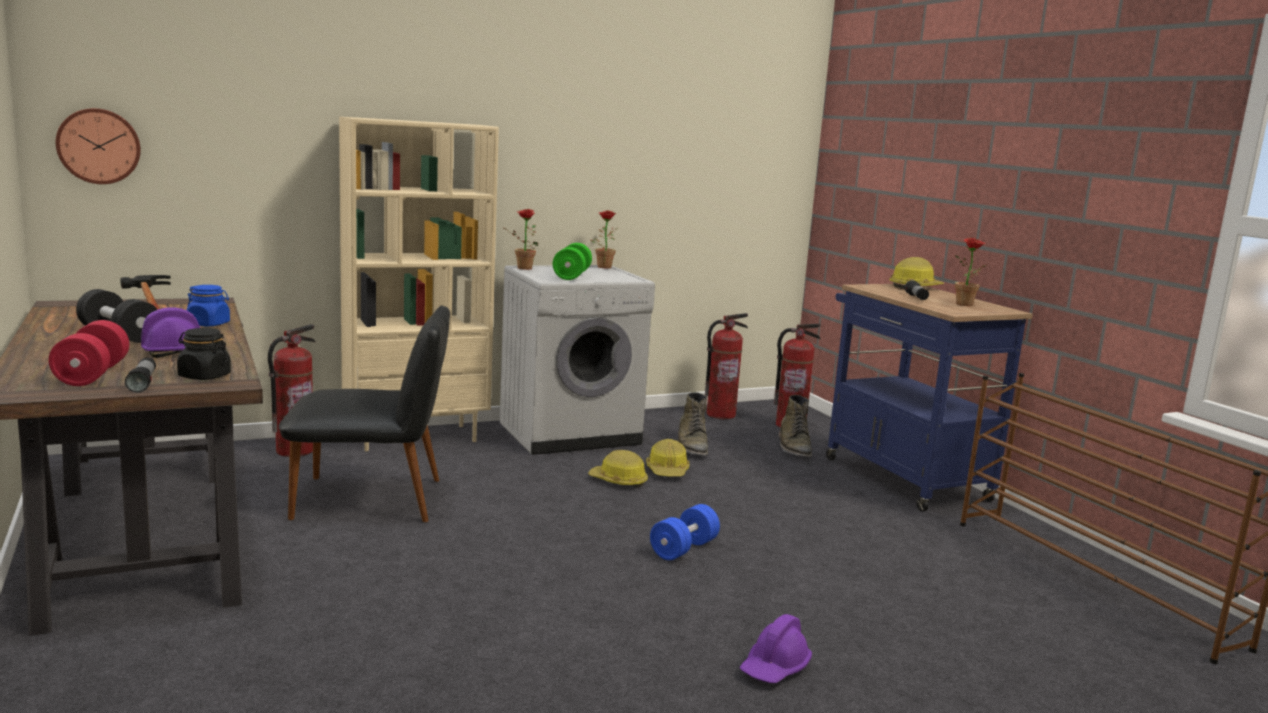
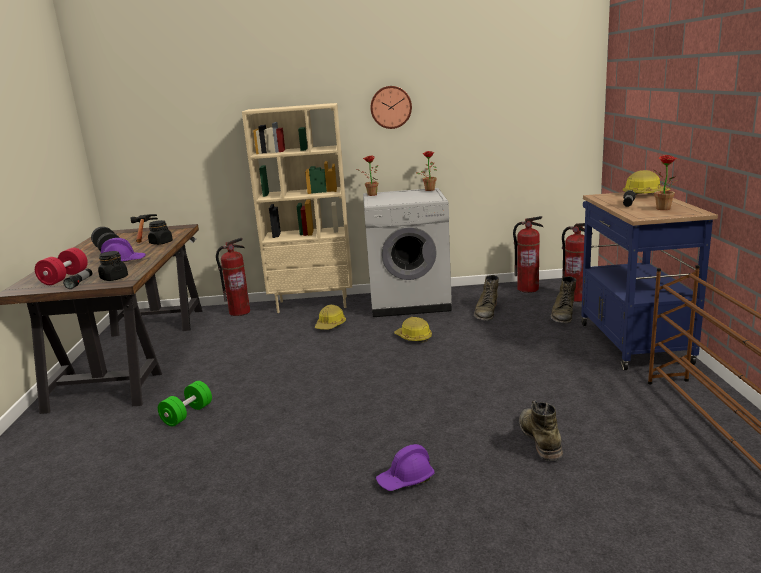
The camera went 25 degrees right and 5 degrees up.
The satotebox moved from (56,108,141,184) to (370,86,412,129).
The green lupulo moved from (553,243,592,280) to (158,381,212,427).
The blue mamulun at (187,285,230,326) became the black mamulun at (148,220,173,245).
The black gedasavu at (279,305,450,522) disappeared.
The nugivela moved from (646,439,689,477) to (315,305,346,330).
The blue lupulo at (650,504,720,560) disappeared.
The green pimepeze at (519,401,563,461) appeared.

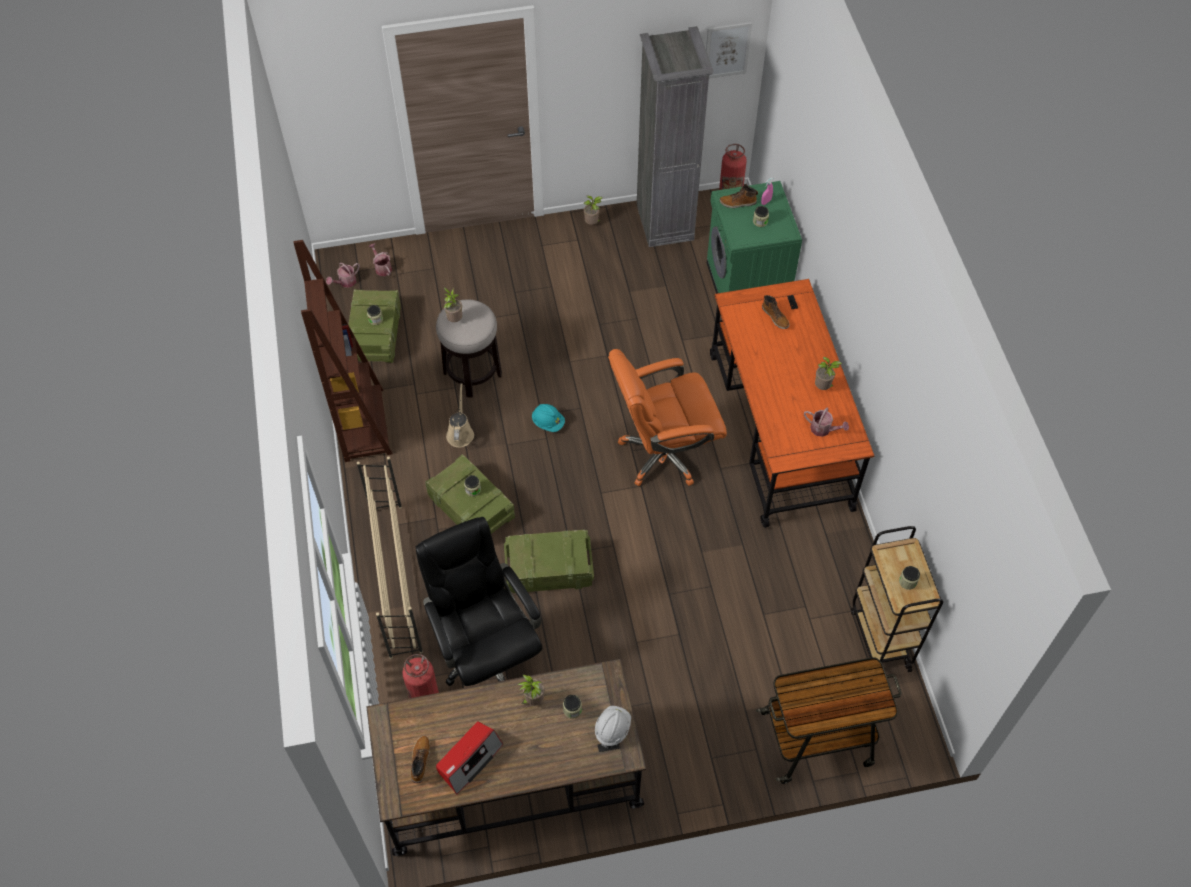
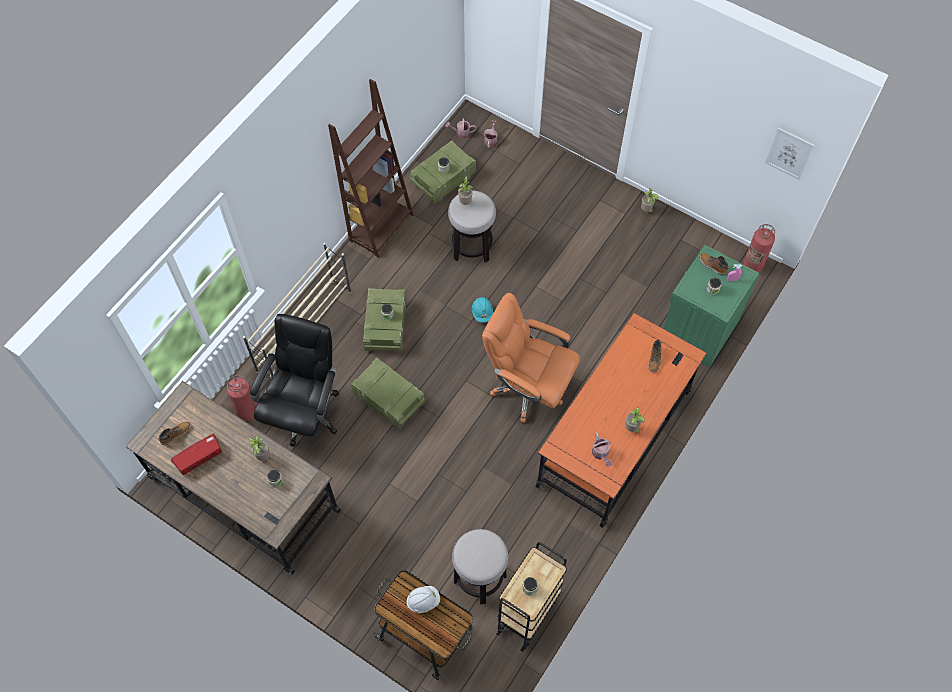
The camera went 45 degrees right and 5 degrees up.
The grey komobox at (637,26,713,247) disappeared.
The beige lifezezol at (446,383,474,448) disappeared.
The white nugivela moved from (595,706,631,748) to (407,586,440,613).
The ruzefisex at (436,722,503,795) turned 150 degrees clockwise.
The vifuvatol at (452,529,508,604) appeared.

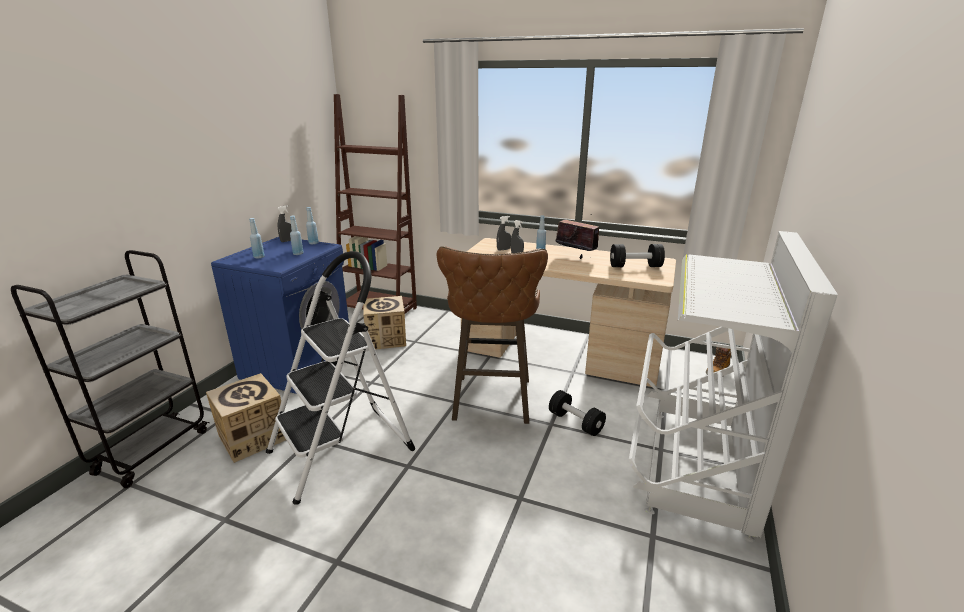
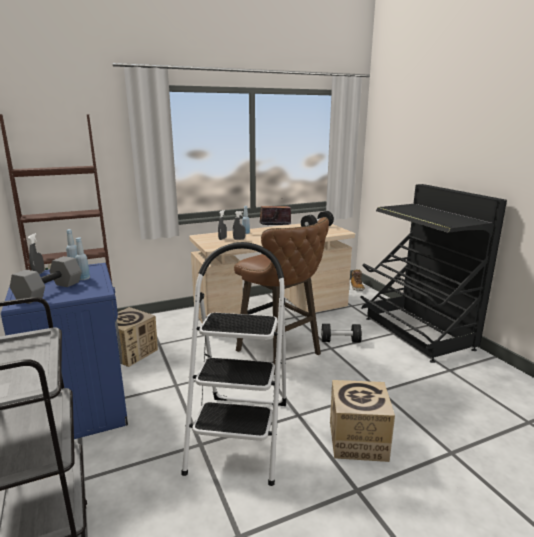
The camera went 45 degrees left and 5 degrees down.
The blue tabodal at (249,218,265,258) was replaced by the grey lupulo at (10,256,82,304).
The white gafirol at (629,231,837,542) became the black gafirol at (360,184,507,363).
The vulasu moved from (206,373,286,463) to (330,380,395,462).

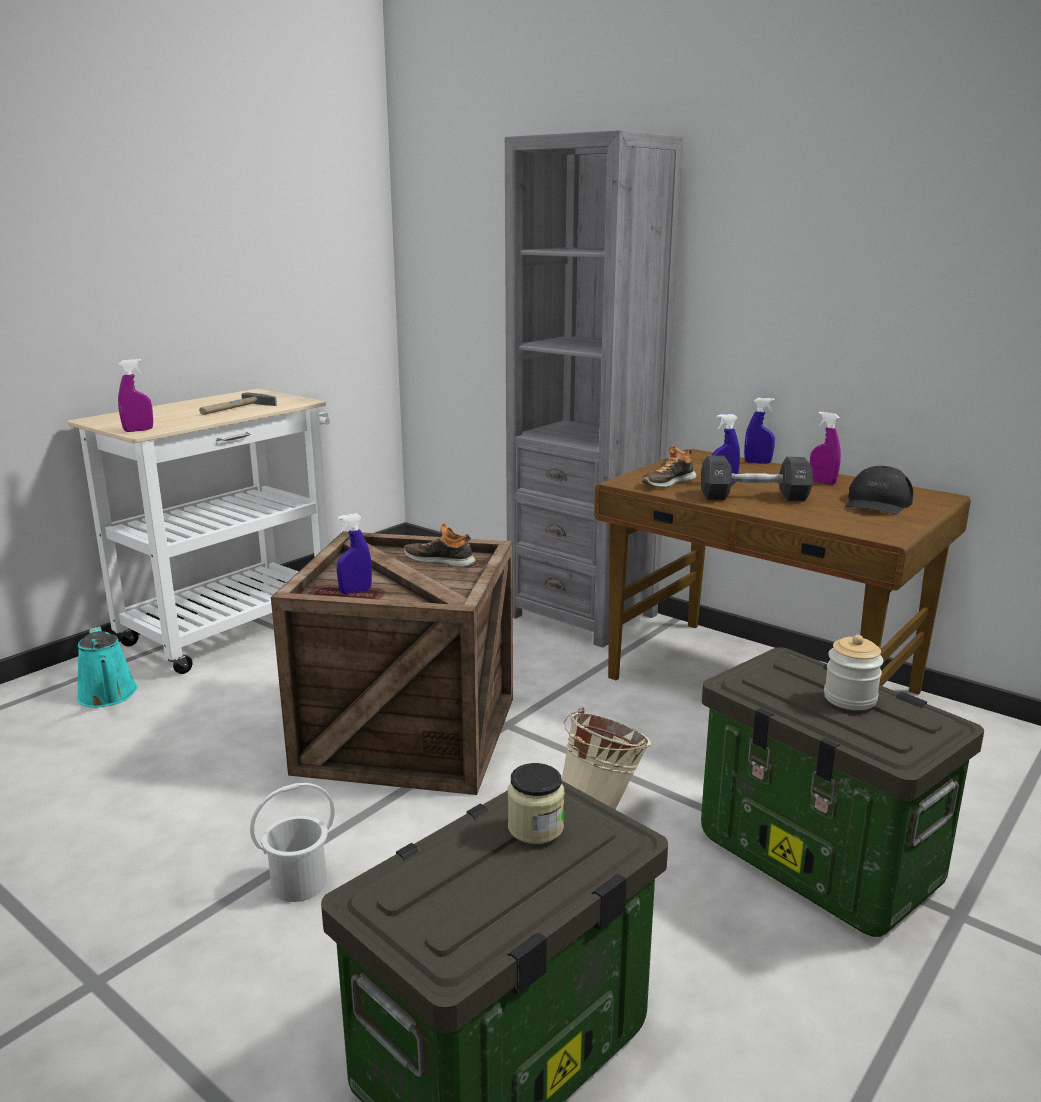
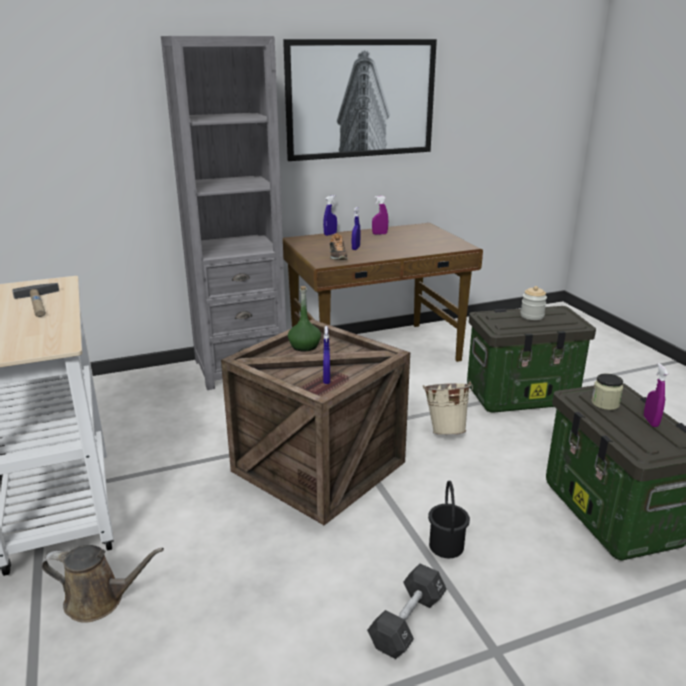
The camera went 60 degrees left and 5 degrees up.
The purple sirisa moved from (118,359,153,432) to (644,363,668,427).
The black lupulo moved from (701,456,813,501) to (367,564,447,659).
The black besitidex at (845,466,914,515) disappeared.
The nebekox at (404,523,476,568) was replaced by the green tabodal at (288,286,321,351).
The turquoise lifezezol at (77,626,138,707) became the brown lifezezol at (41,545,164,623).
The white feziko at (250,783,335,902) became the black feziko at (428,481,470,558).
The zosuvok at (283,39,437,161) appeared.

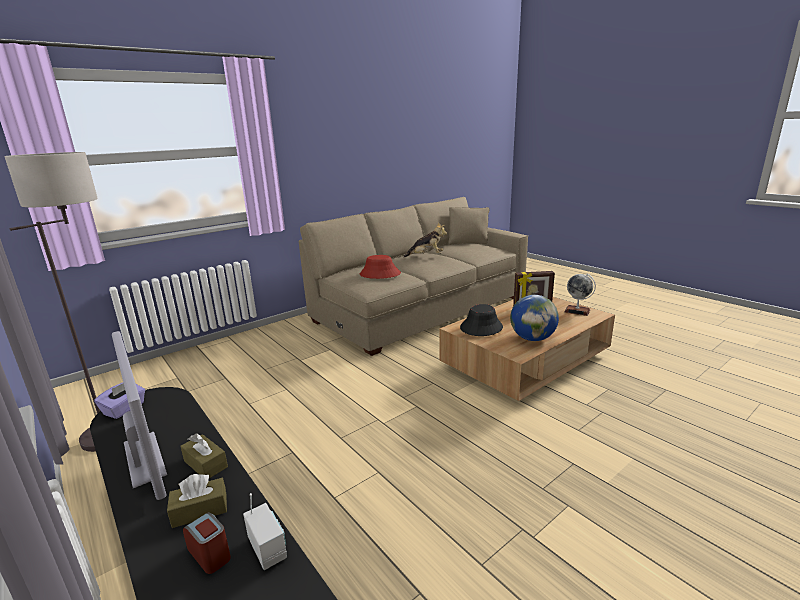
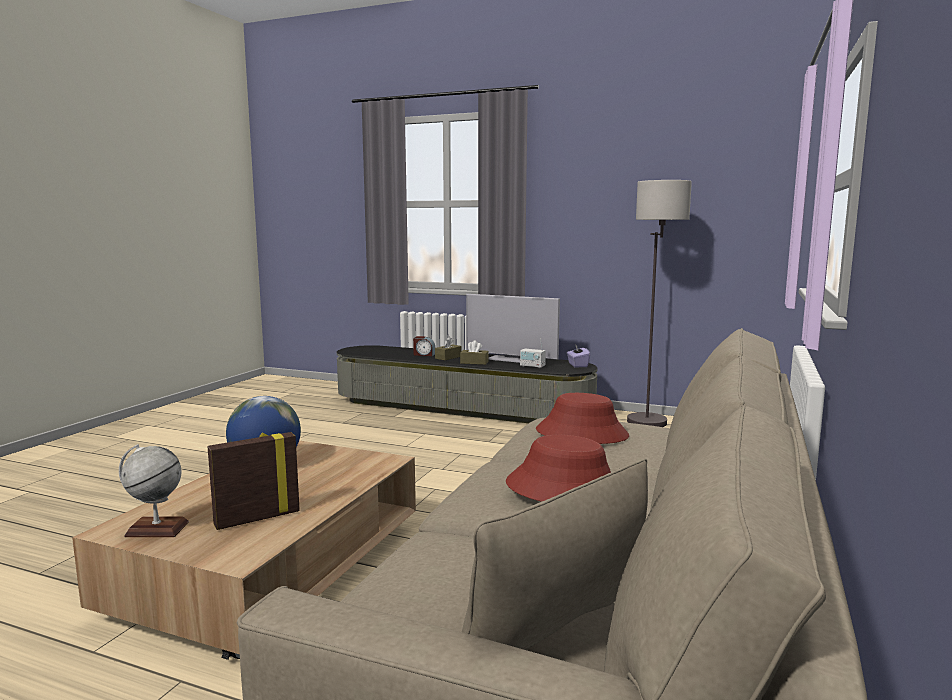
The camera went 150 degrees right and 10 degrees down.
The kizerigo at (404,222,447,257) was replaced by the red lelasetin at (506,435,611,502).
The black lelasetin at (460,304,503,336) disappeared.
The ruzefisex moved from (243,493,287,570) to (520,338,546,368).

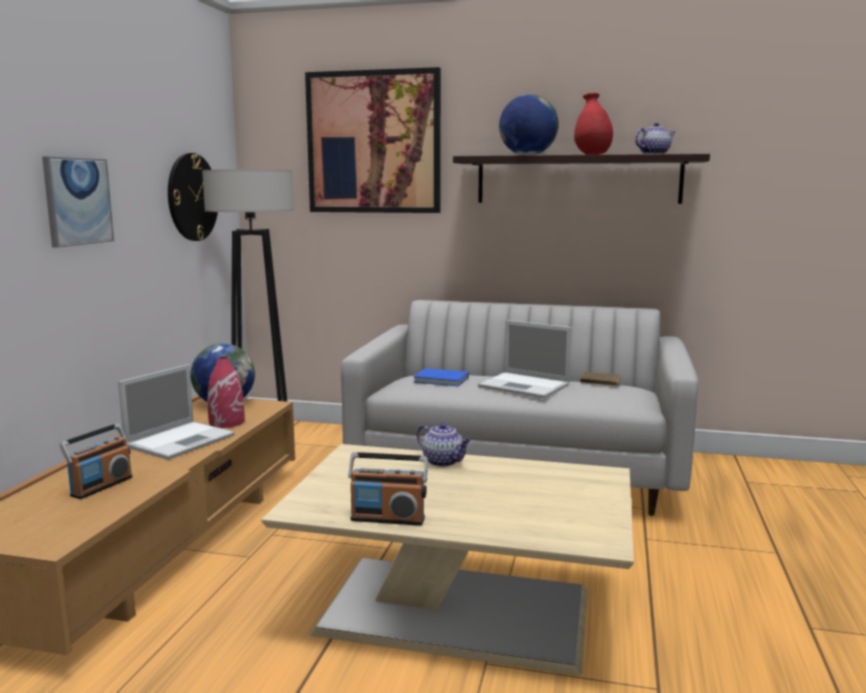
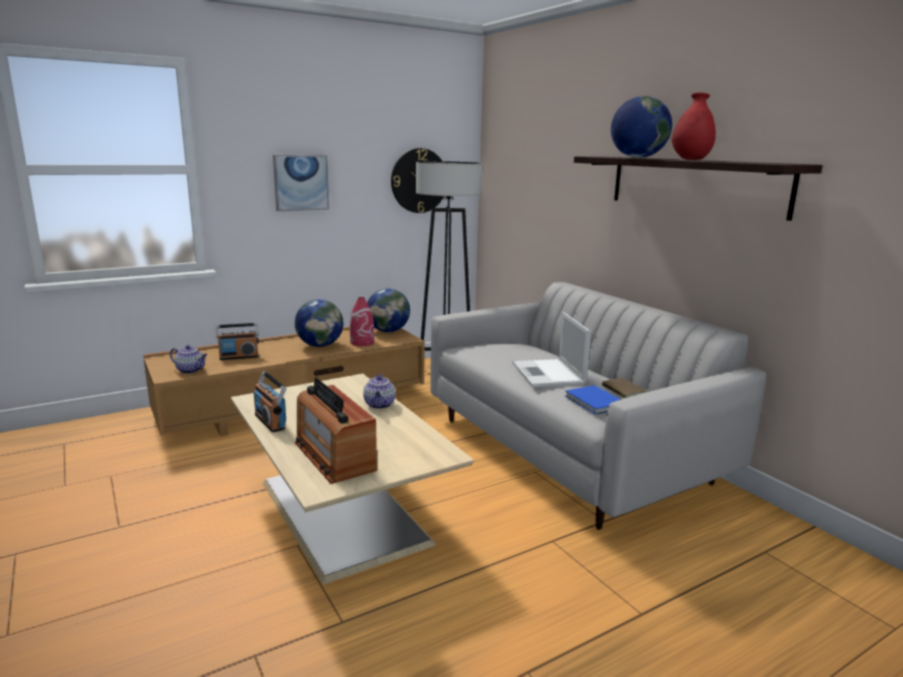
The camera went 45 degrees right and 5 degrees up.
The zosuvok at (305,67,441,213) disappeared.
The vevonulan moved from (635,123,675,154) to (170,345,208,374).
The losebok at (118,364,235,460) was replaced by the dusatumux at (295,299,343,347).
The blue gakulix moved from (413,368,469,386) to (565,385,621,415).
The ruzefisex at (295,378,377,484) appeared.

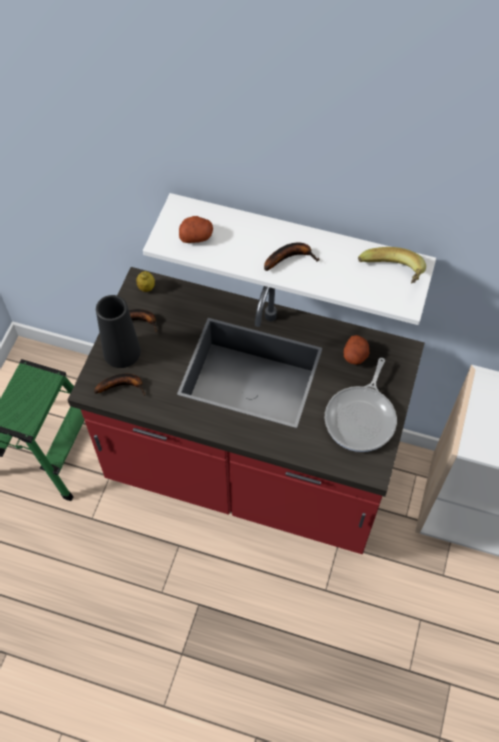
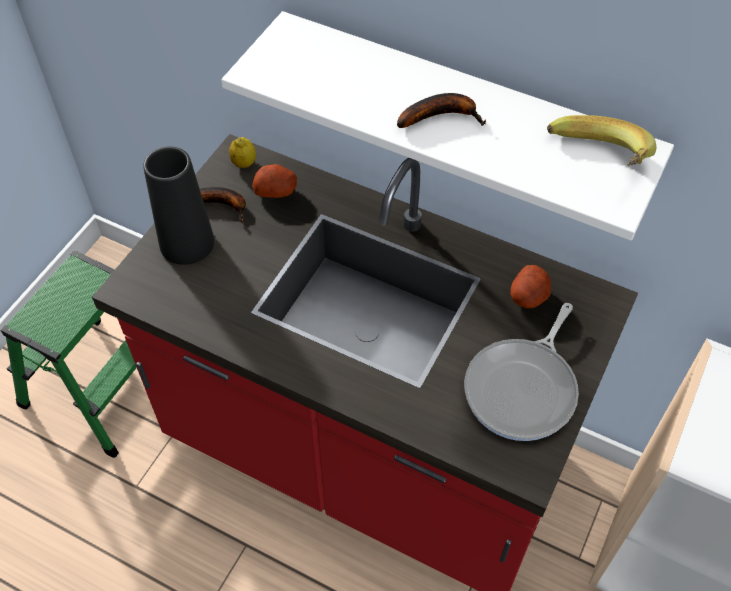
The camera went 10 degrees right and 5 degrees down.
The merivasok moved from (179,216,213,243) to (252,164,297,198).
The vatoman at (94,374,146,395) disappeared.

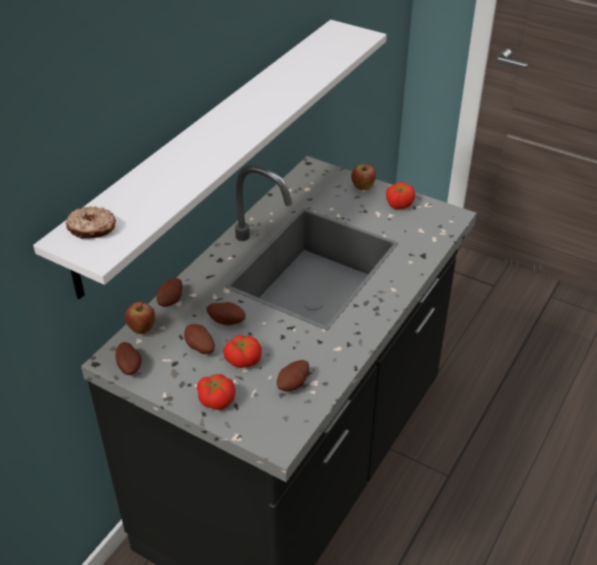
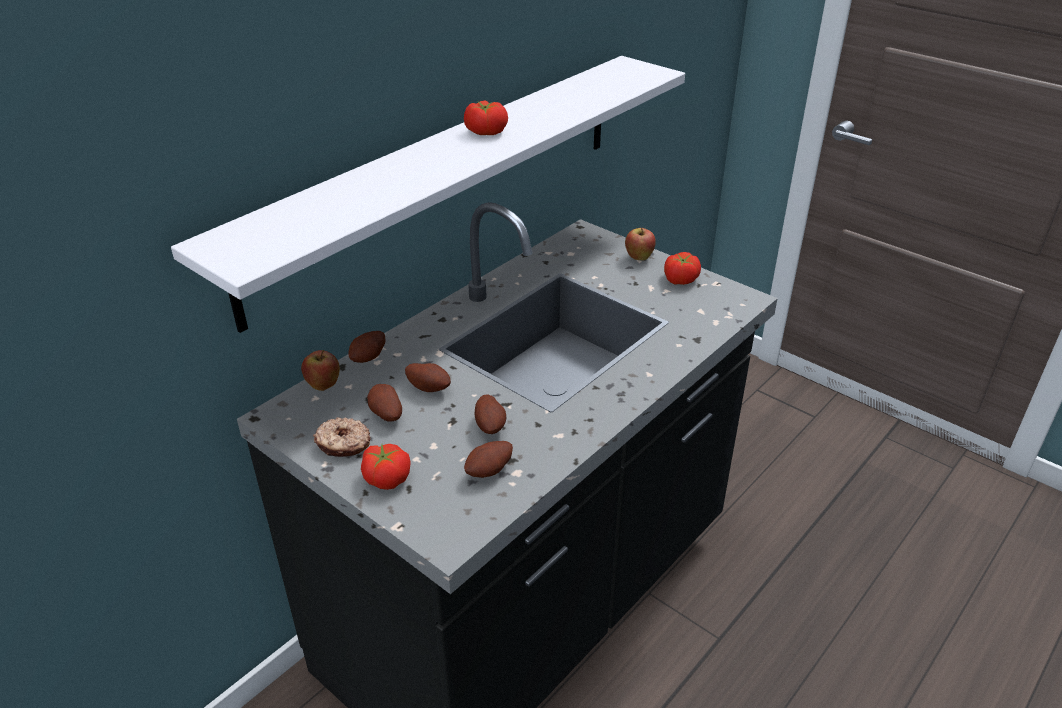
The camera went 10 degrees right and 5 degrees down.
The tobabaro moved from (65,206,116,239) to (313,417,371,457).
The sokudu moved from (224,335,262,368) to (464,100,508,135).
The merivasok moved from (116,342,142,375) to (475,394,506,434).

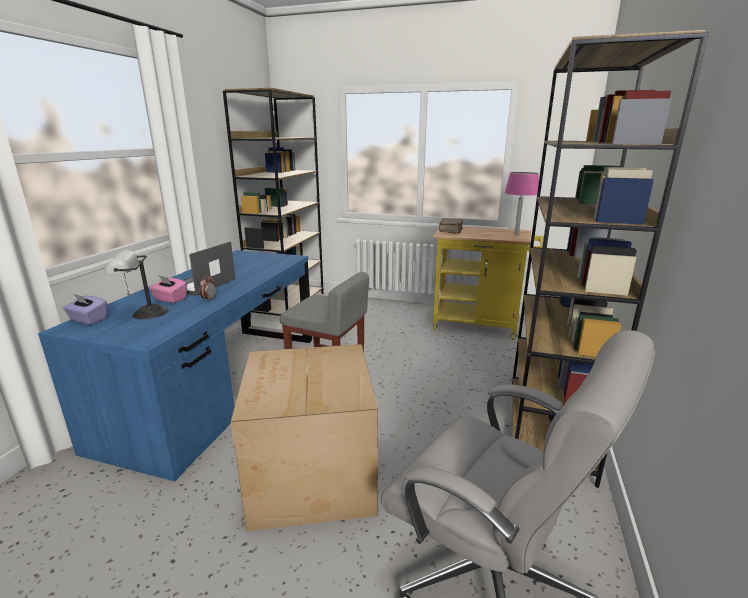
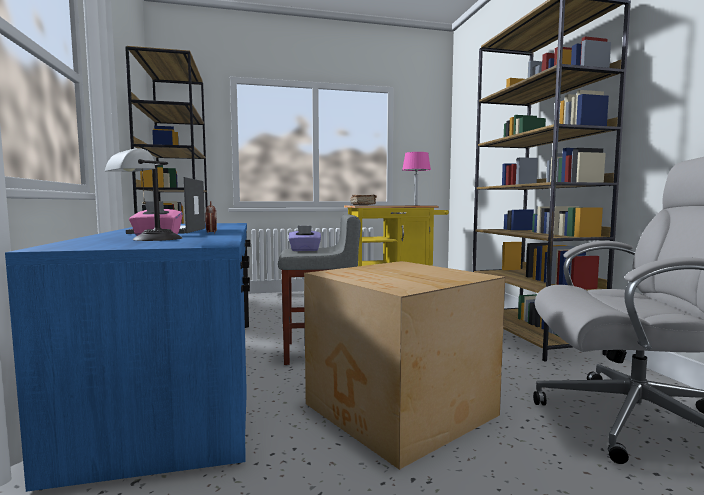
The camera went 30 degrees left and 15 degrees down.
The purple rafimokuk moved from (63,294,107,325) to (289,226,321,251).

